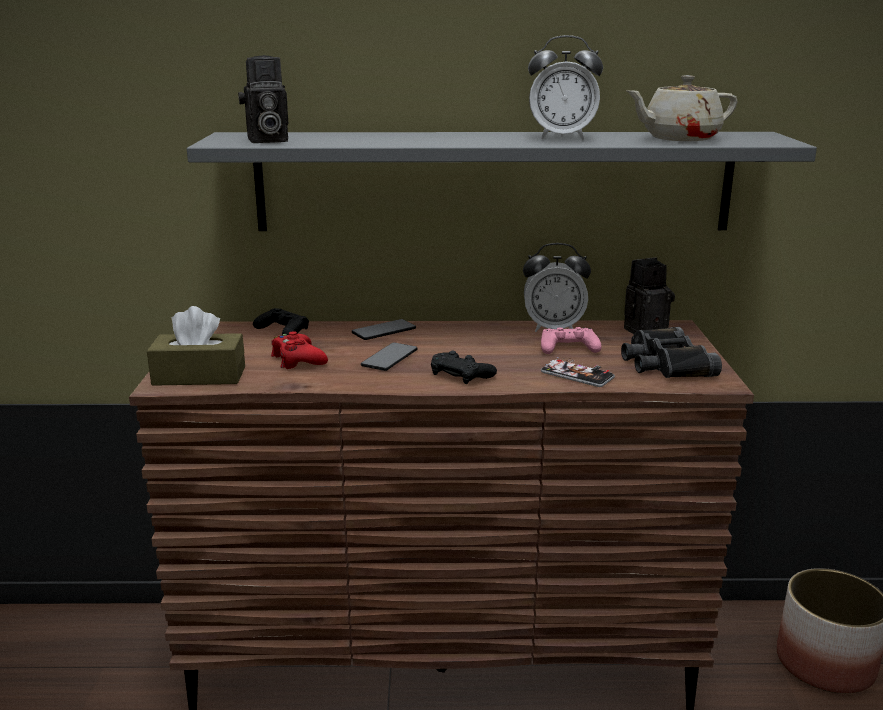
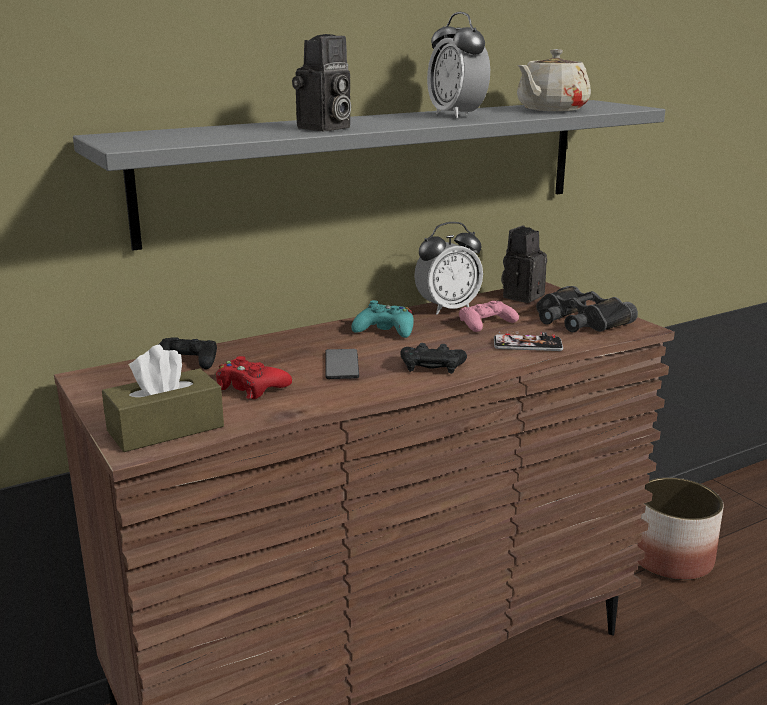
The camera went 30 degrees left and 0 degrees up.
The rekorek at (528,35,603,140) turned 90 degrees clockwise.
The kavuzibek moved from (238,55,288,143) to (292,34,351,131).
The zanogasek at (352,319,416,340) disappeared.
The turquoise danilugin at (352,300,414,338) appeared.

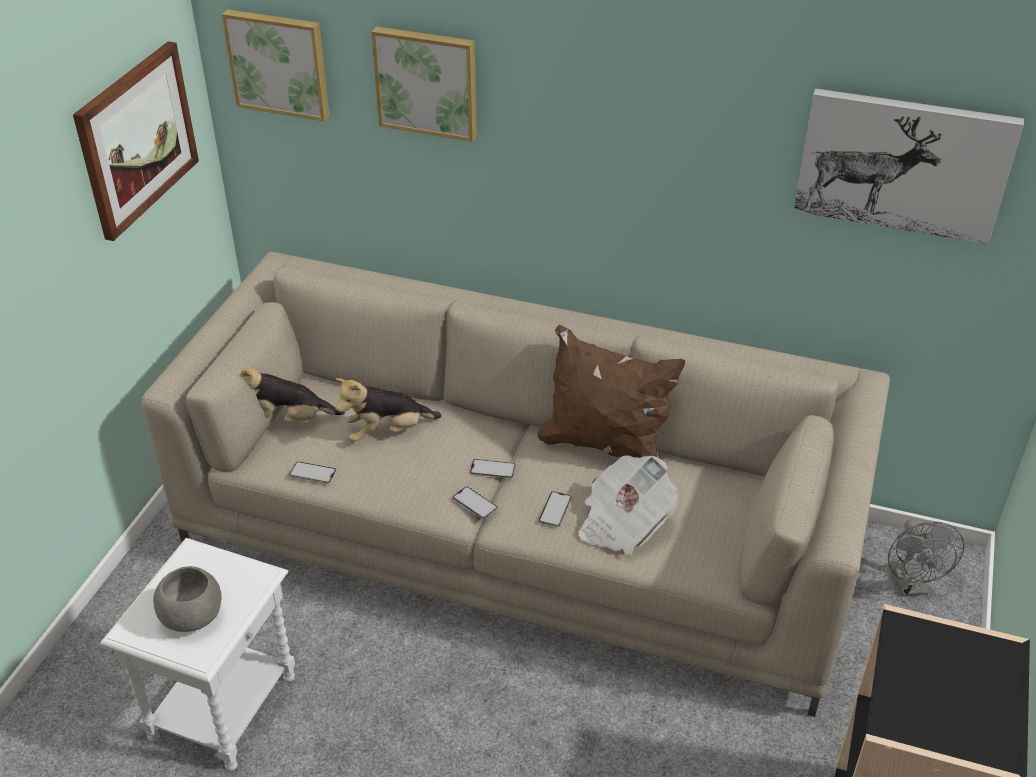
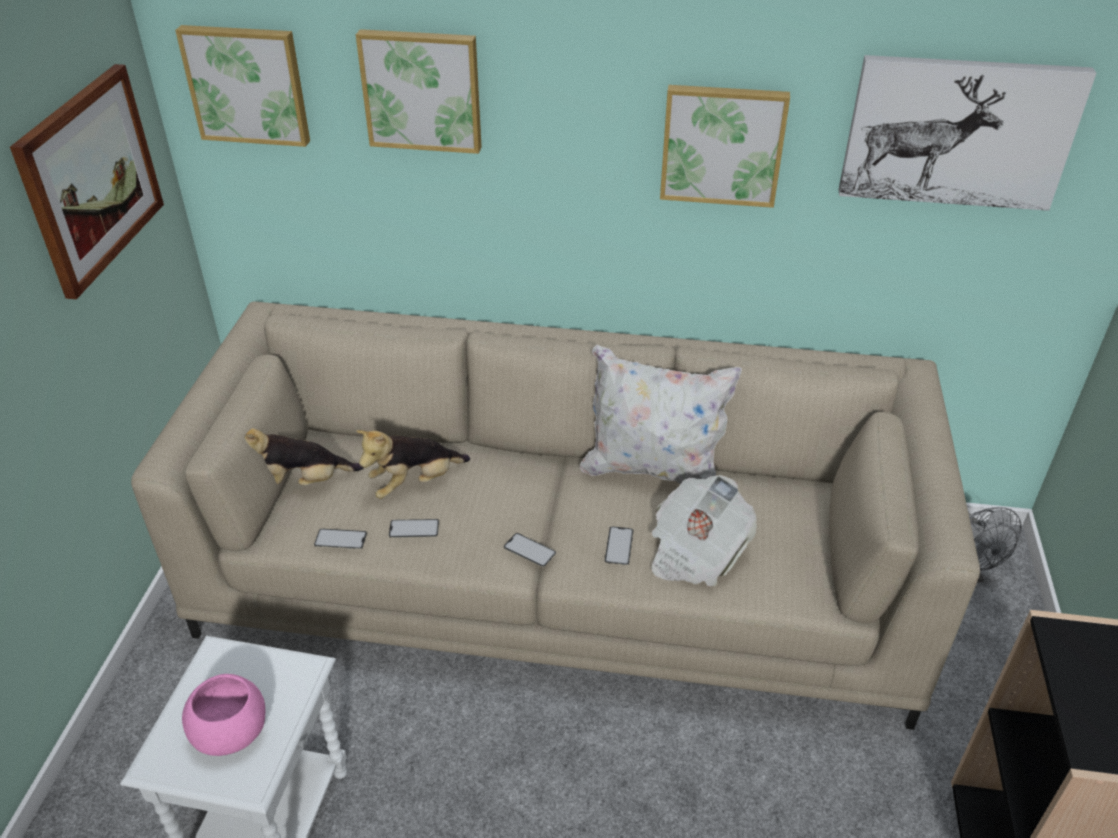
The camera went 10 degrees left and 0 degrees up.
The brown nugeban at (538,325,685,458) became the white nugeban at (580,345,742,484).
The zanogasek moved from (470,459,516,478) to (389,519,439,538).
The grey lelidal at (153,566,221,632) became the pink lelidal at (182,674,265,756).
The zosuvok at (660,85,790,208) appeared.

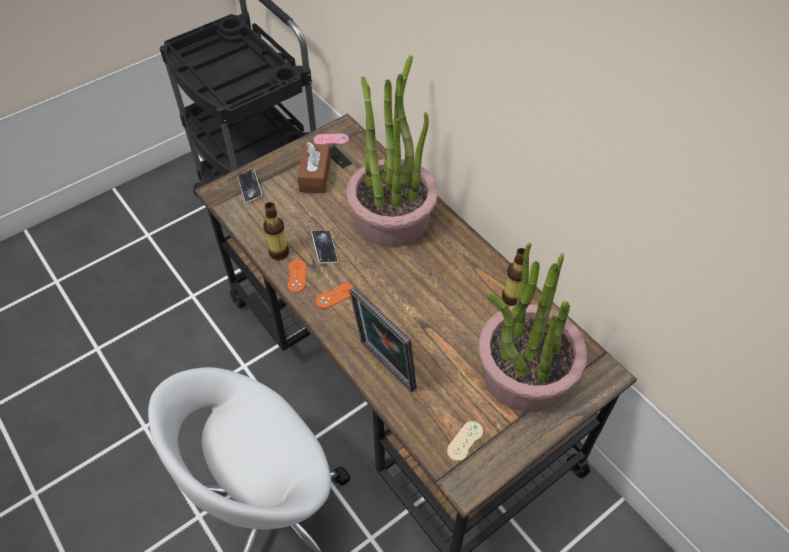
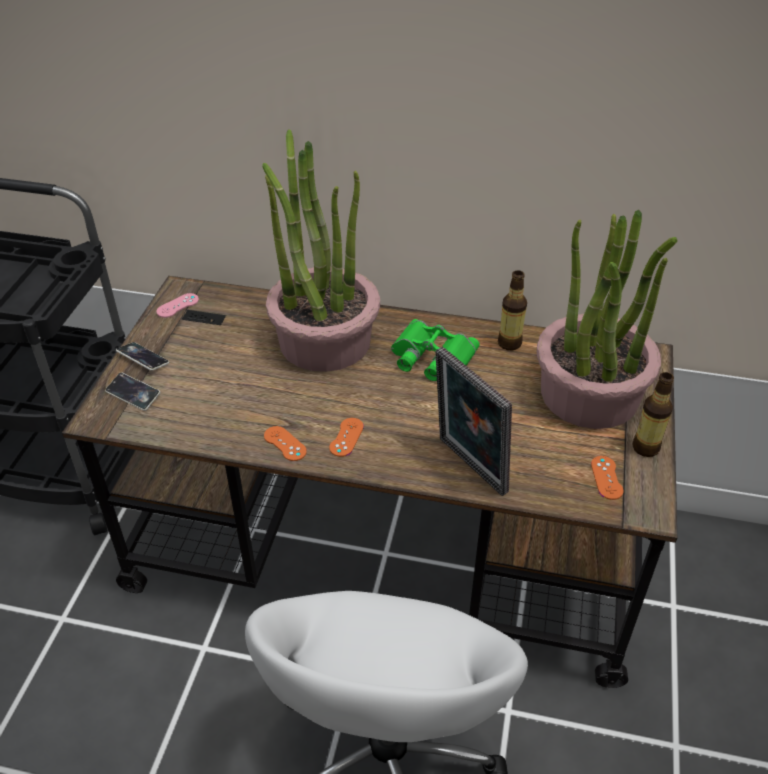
The camera went 40 degrees left and 10 degrees down.
The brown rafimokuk at (297,142,331,193) disappeared.
The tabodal moved from (263,202,289,260) to (632,372,674,457).
The zanogasek moved from (311,231,338,264) to (116,342,169,371).
The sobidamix at (349,286,417,393) turned 45 degrees clockwise.
The beige danilugin at (447,421,483,461) became the orange danilugin at (591,456,624,500).
The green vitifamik at (391,319,480,381) appeared.

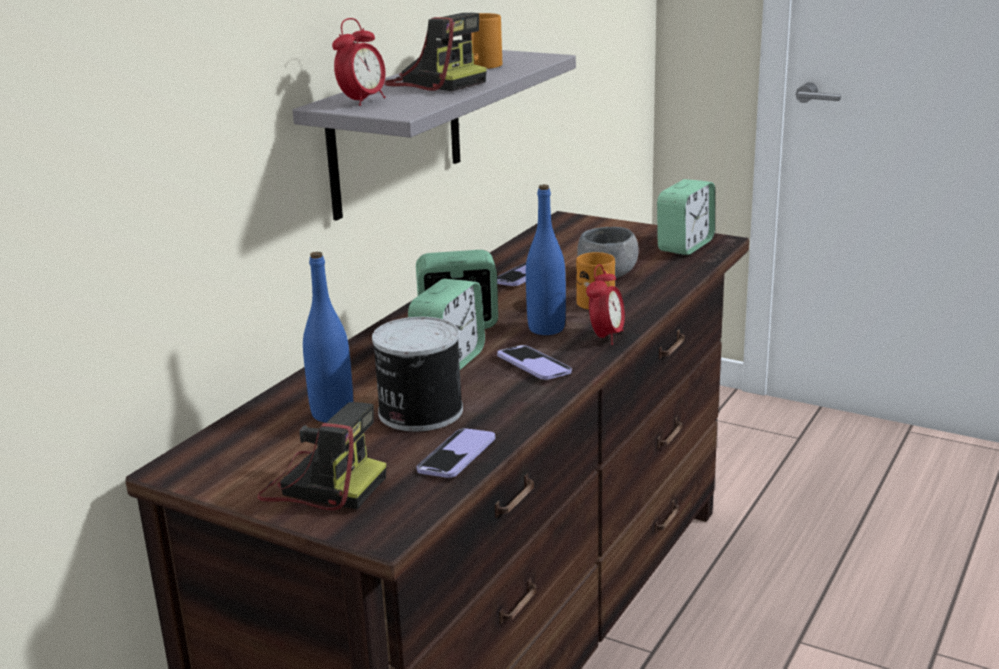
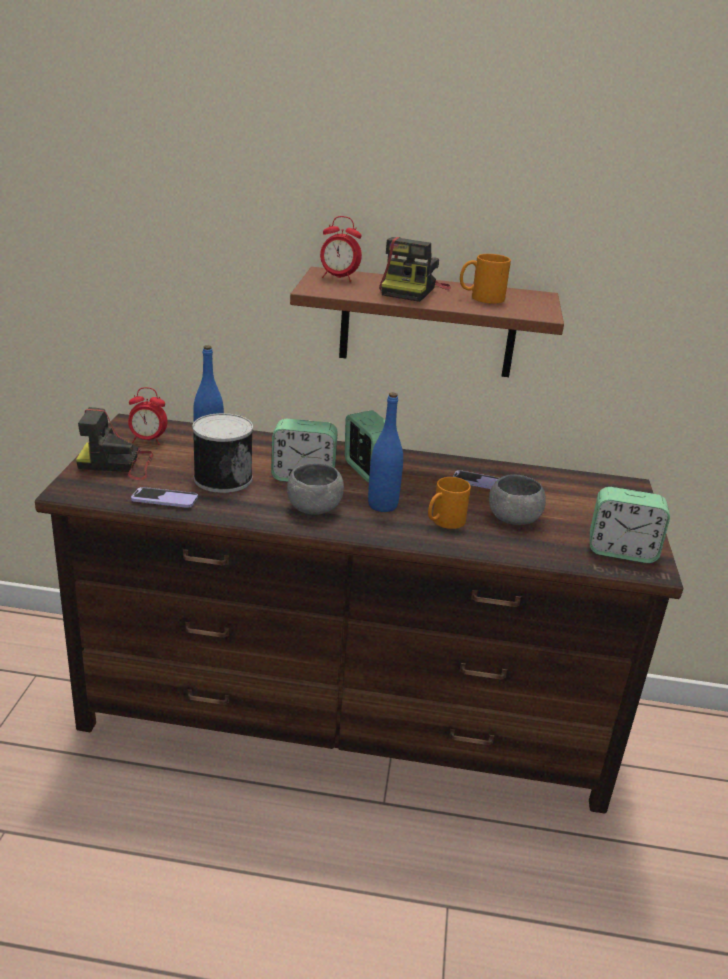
The camera went 65 degrees right and 5 degrees up.
The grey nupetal at (293,50,576,221) became the brown nupetal at (290,267,564,377).
The rekorek moved from (586,264,625,345) to (128,387,168,445).
The zanogasek at (497,345,572,380) was replaced by the grey lelidal at (287,464,344,515).
The kavuzibek at (257,402,386,510) turned 90 degrees clockwise.

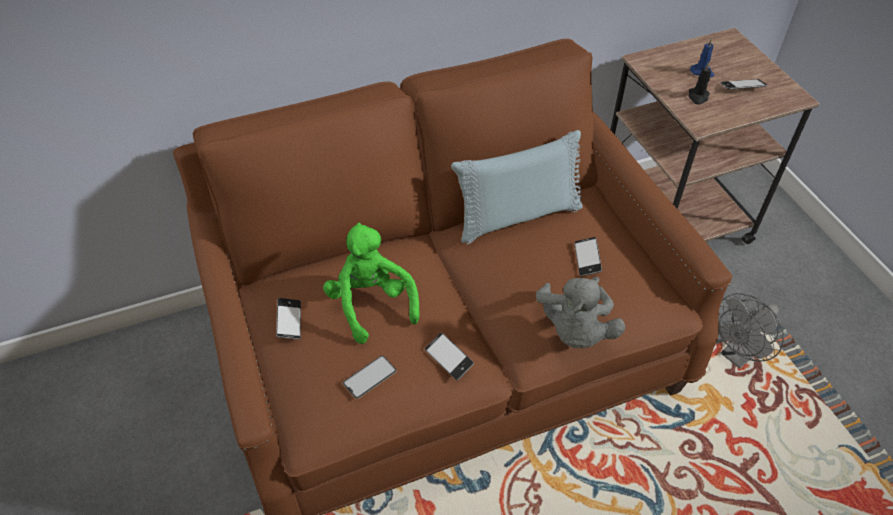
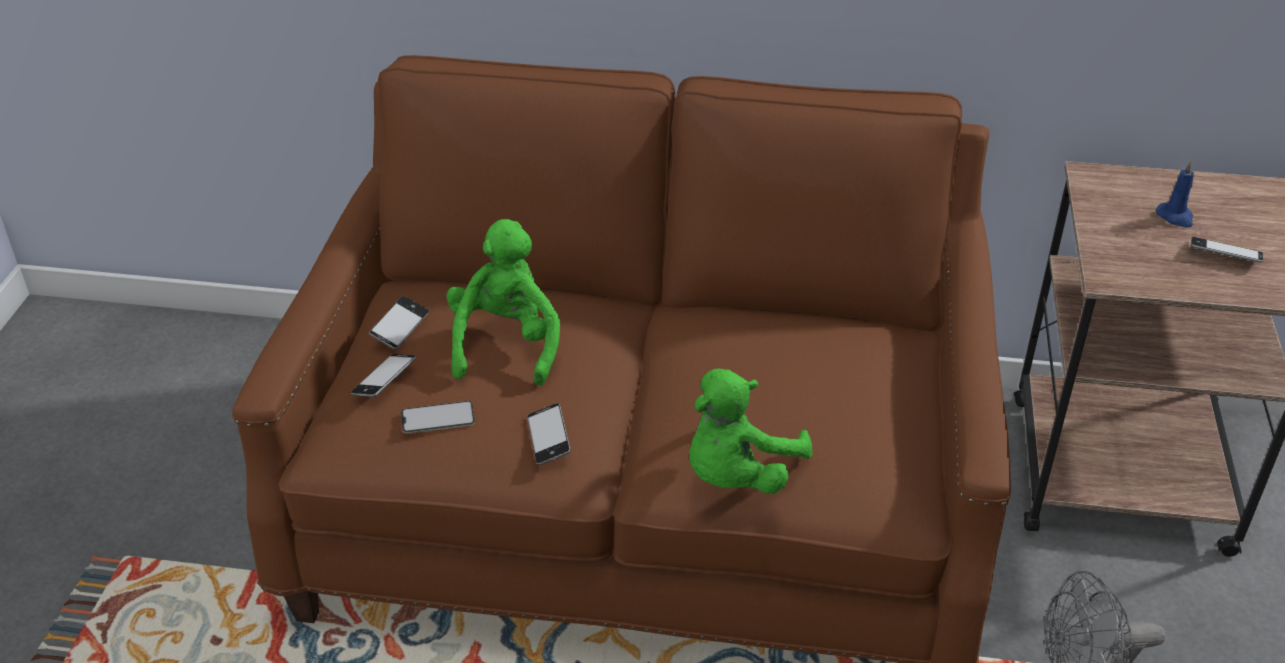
The camera went 30 degrees right and 10 degrees down.
The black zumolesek at (689,62,711,105) disappeared.
The blue nugeban at (451,130,583,245) disappeared.
The zanogasek moved from (574,237,602,276) to (351,354,416,397).
The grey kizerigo at (536,277,625,348) became the green kizerigo at (689,369,813,494).

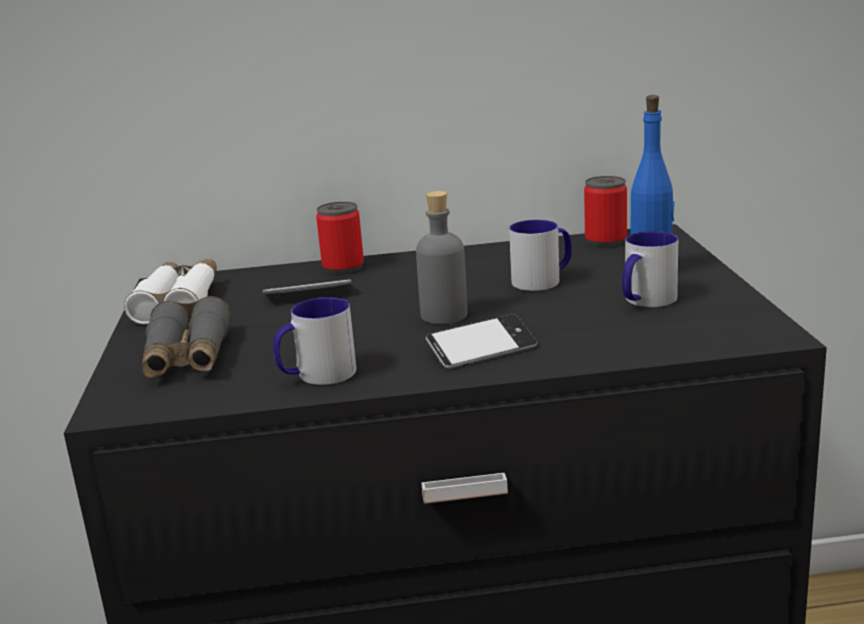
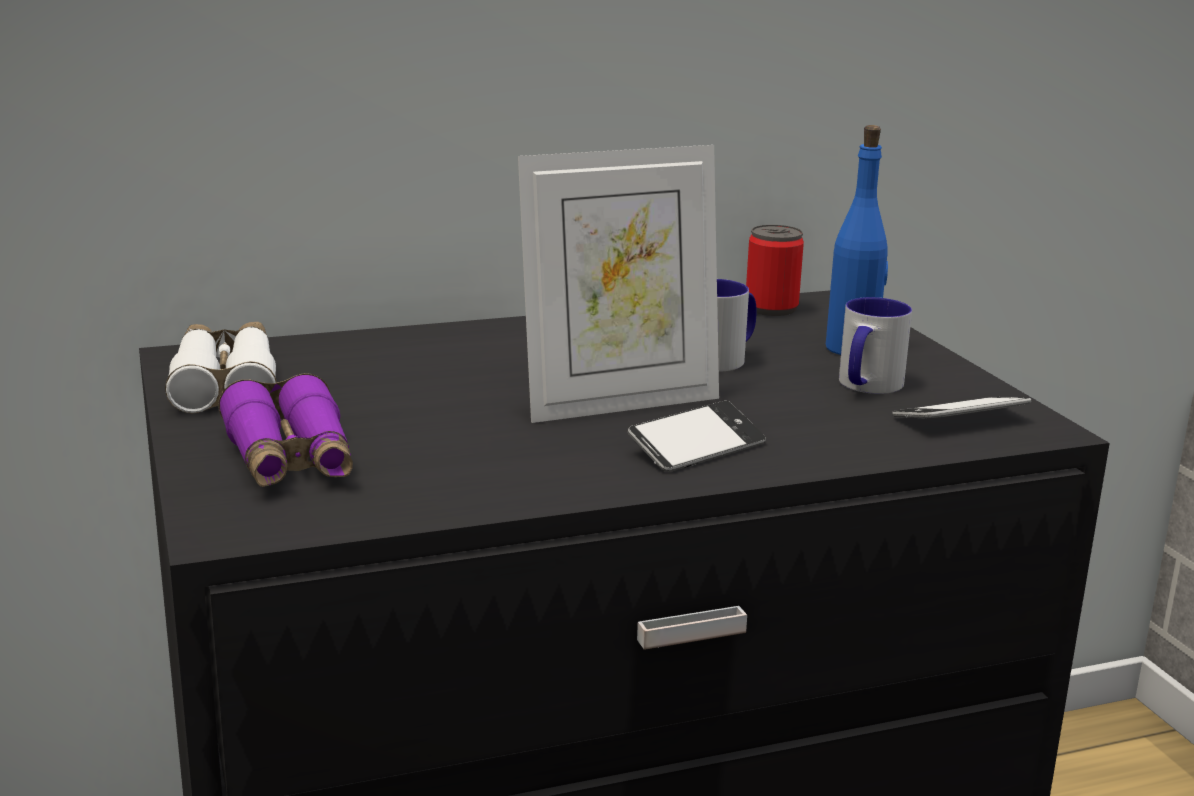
The camera went 15 degrees left and 0 degrees up.
The grey tabodal at (416,191,467,324) was replaced by the sobidamix at (518,145,719,423).
The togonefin at (316,202,364,274) disappeared.
The zanogasek moved from (263,279,351,294) to (892,397,1031,418).
The grey vitifamik at (142,296,231,378) became the purple vitifamik at (218,373,353,487).
The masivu at (273,297,357,385) disappeared.

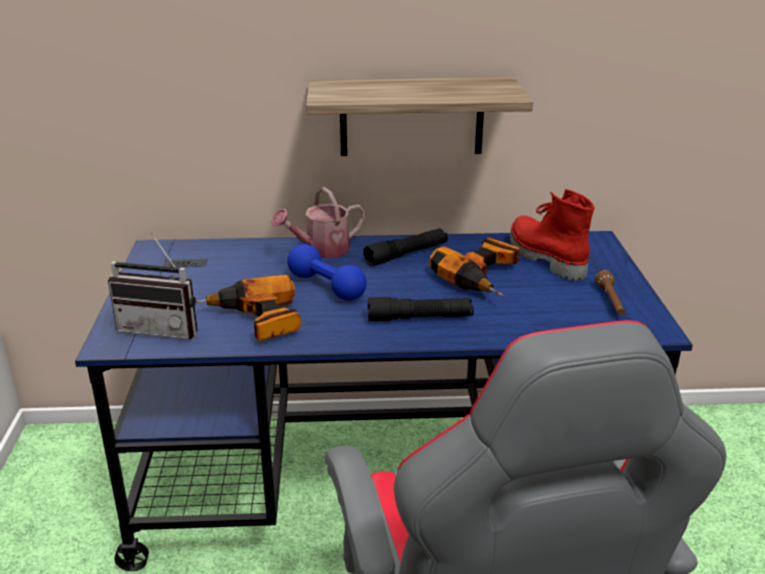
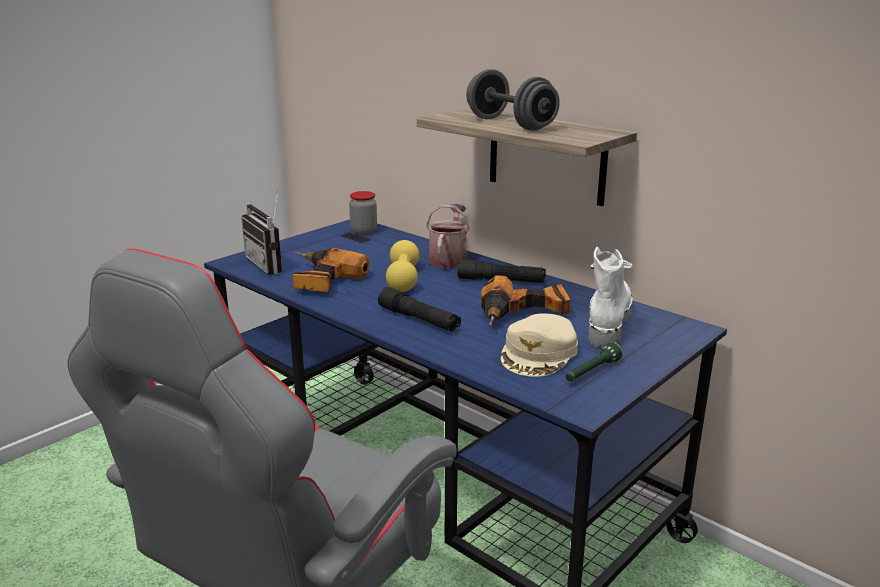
The camera went 45 degrees right and 5 degrees down.
The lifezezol at (271,187,365,258) turned 90 degrees clockwise.
The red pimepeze at (510,189,595,281) became the white pimepeze at (588,247,633,348).
The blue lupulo at (287,244,367,301) became the yellow lupulo at (386,240,419,292).
The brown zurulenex at (595,270,625,315) became the green zurulenex at (565,342,623,381).
The grey lupulo at (466,69,560,131) appeared.
The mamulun at (349,191,377,235) appeared.
The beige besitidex at (501,313,578,377) appeared.

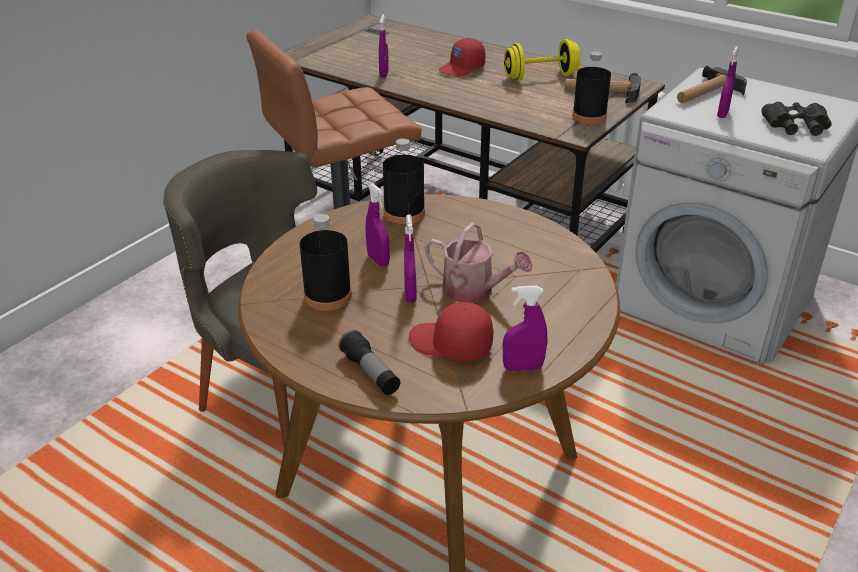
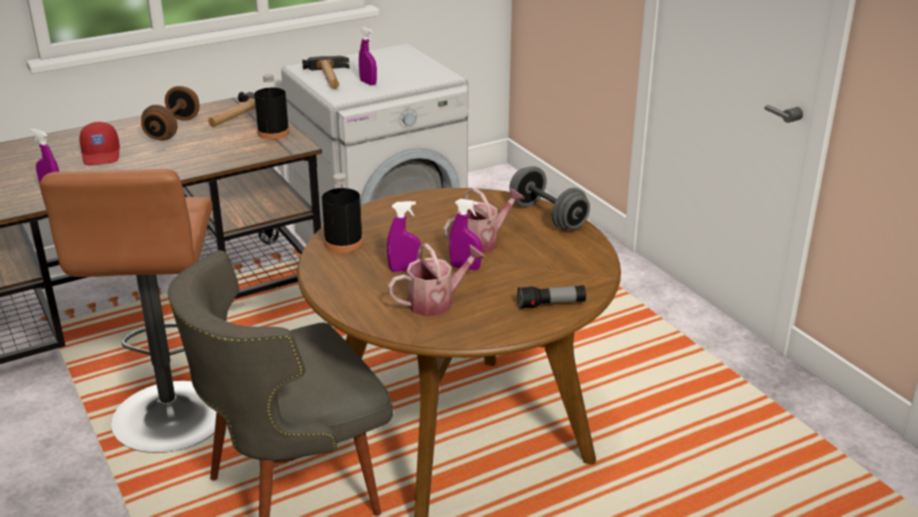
The camera went 65 degrees left and 5 degrees down.
The yellow lupulo at (504,39,580,81) became the brown lupulo at (141,86,199,140).
The black vitifamik at (761,102,832,136) disappeared.
The black tabodal at (300,214,352,311) was replaced by the lifezezol at (388,243,486,316).
The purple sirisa at (503,286,547,371) disappeared.
The red besitidex at (409,302,493,361) disappeared.
The grey lupulo at (509,166,590,230) appeared.

